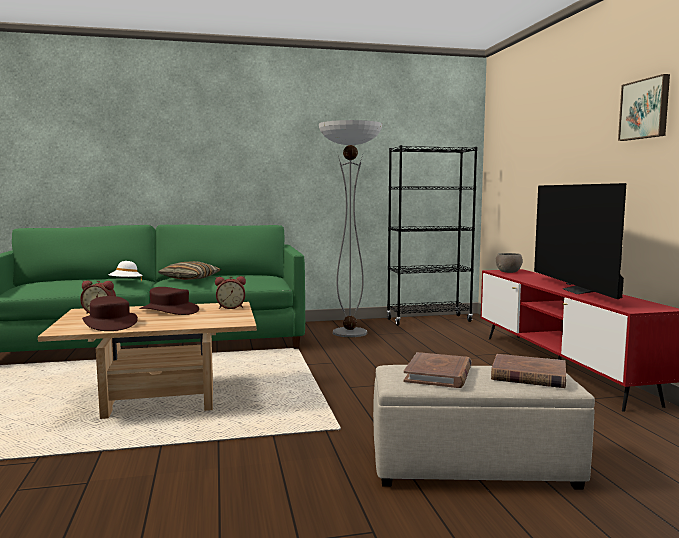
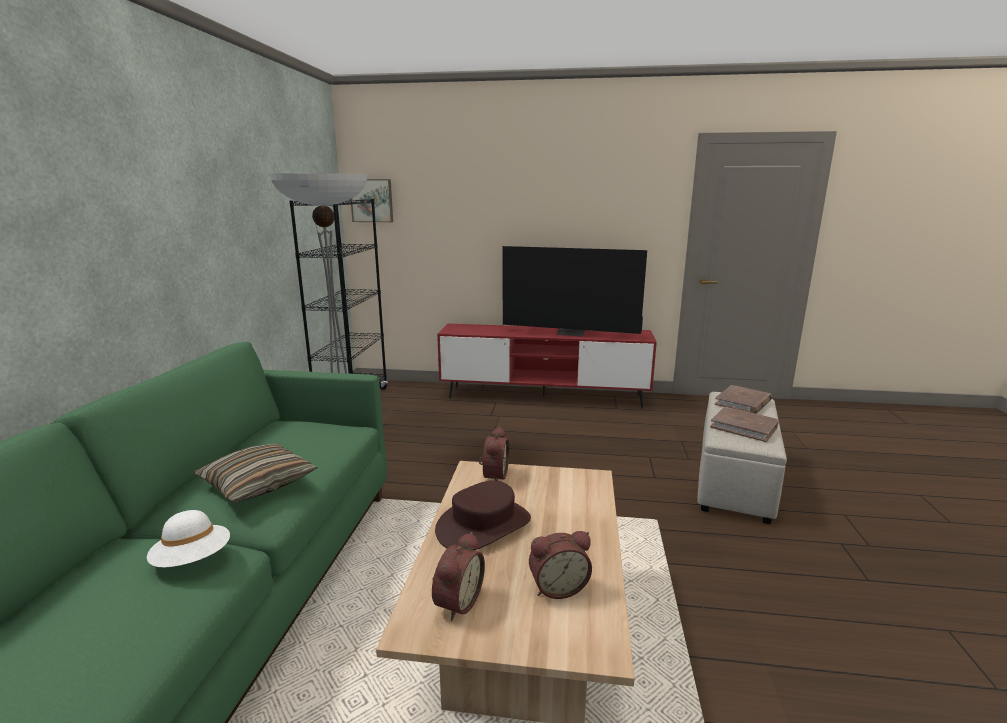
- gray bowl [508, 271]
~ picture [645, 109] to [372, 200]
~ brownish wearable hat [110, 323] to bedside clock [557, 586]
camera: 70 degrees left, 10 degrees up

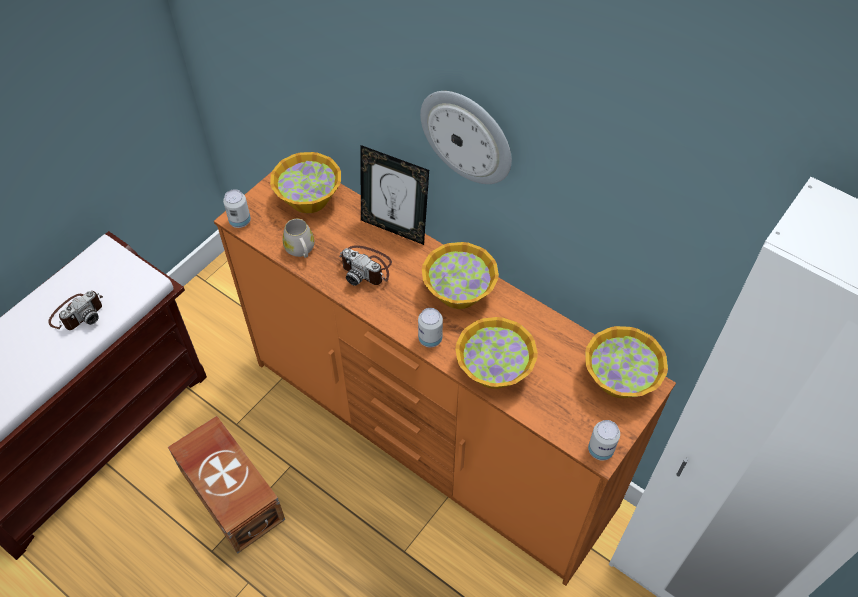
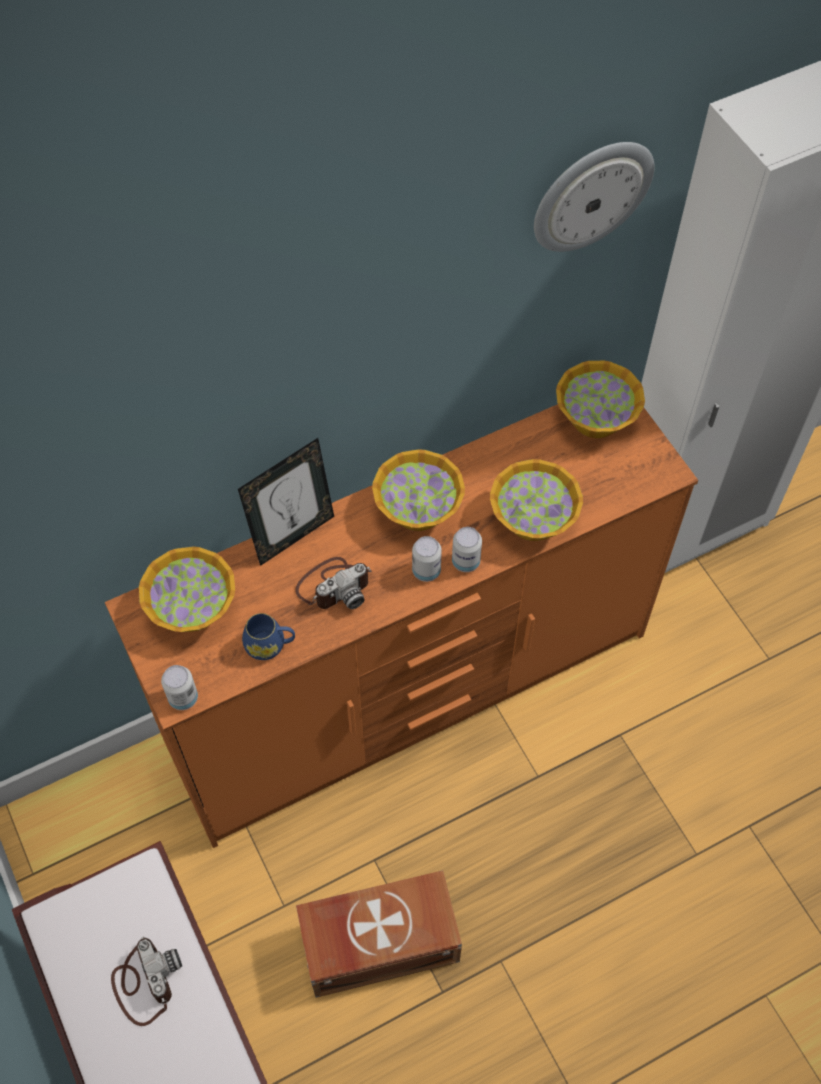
~ wall clock [467, 136] to [591, 194]
~ sealed can [600, 450] to [426, 571]
~ white mug [301, 250] to bluish mug [270, 645]
camera: 65 degrees left, 5 degrees up

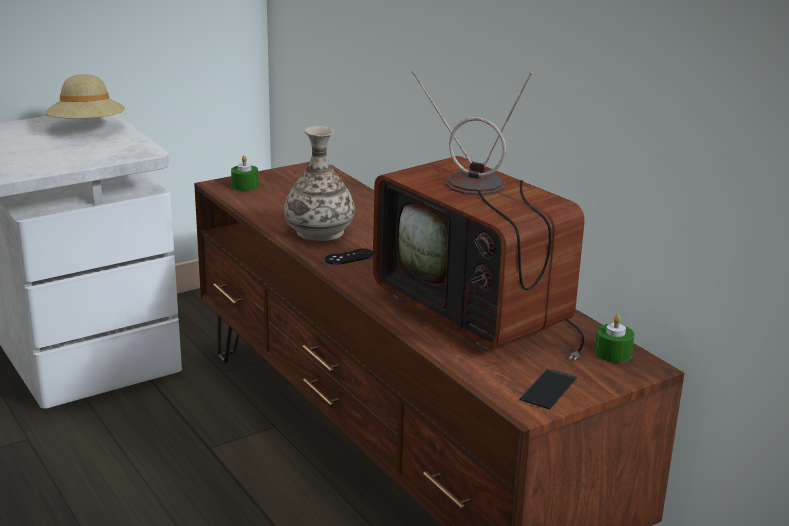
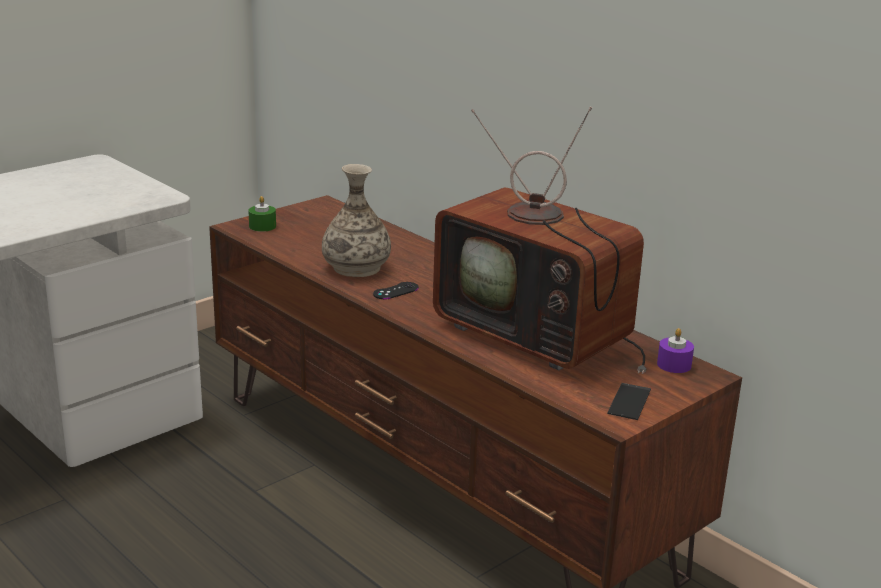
- beige wearable hat [87, 129]
~ greenish wax light [613, 353] to purple wax light [674, 365]
camera: 10 degrees left, 0 degrees up

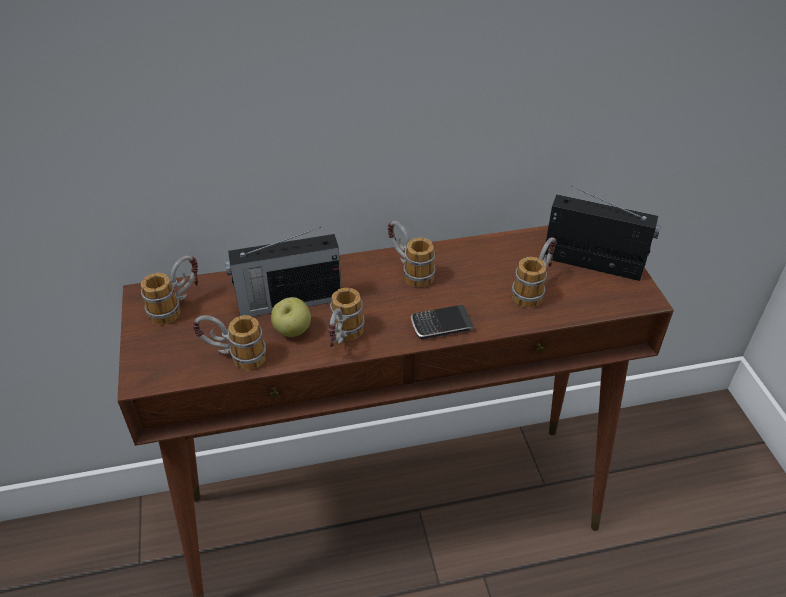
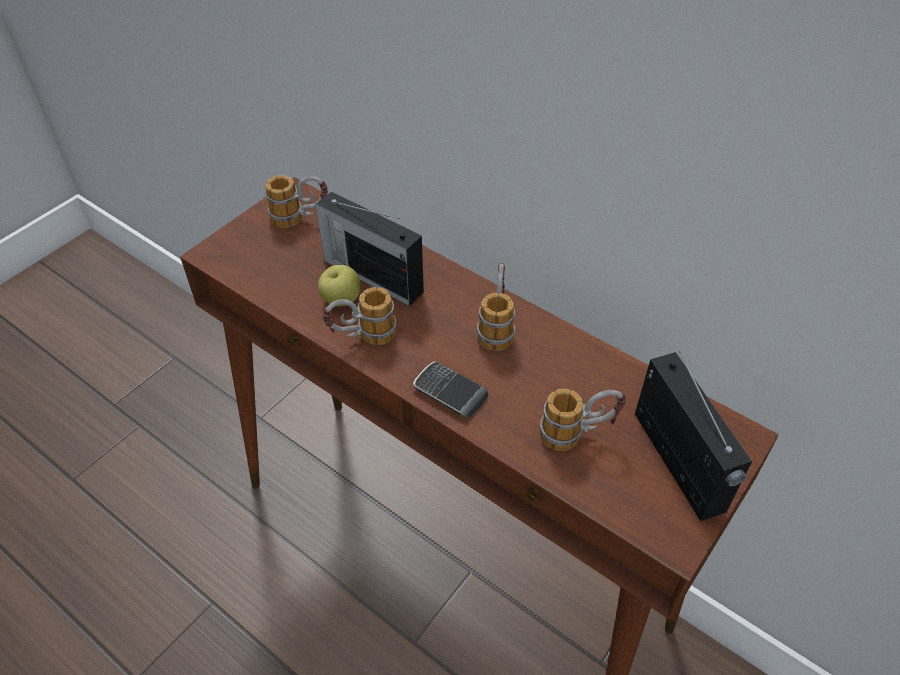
- mug [233, 357]
camera: 50 degrees right, 5 degrees up

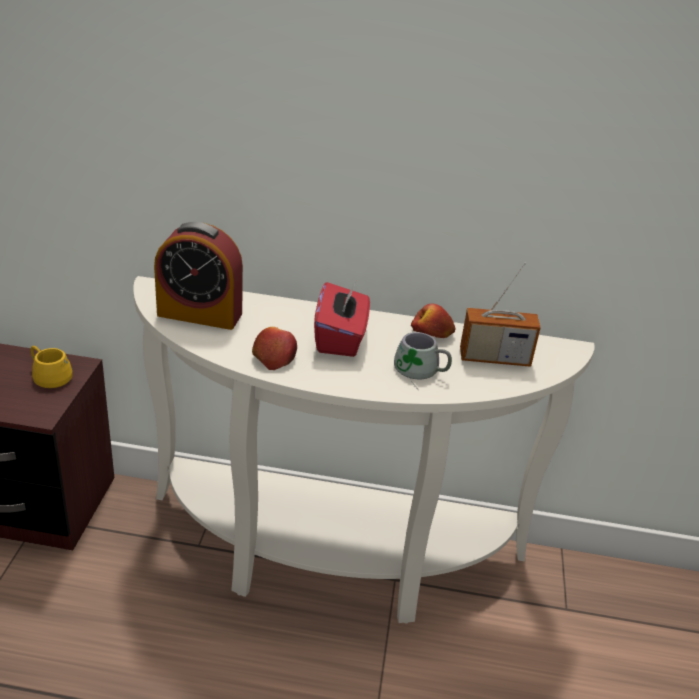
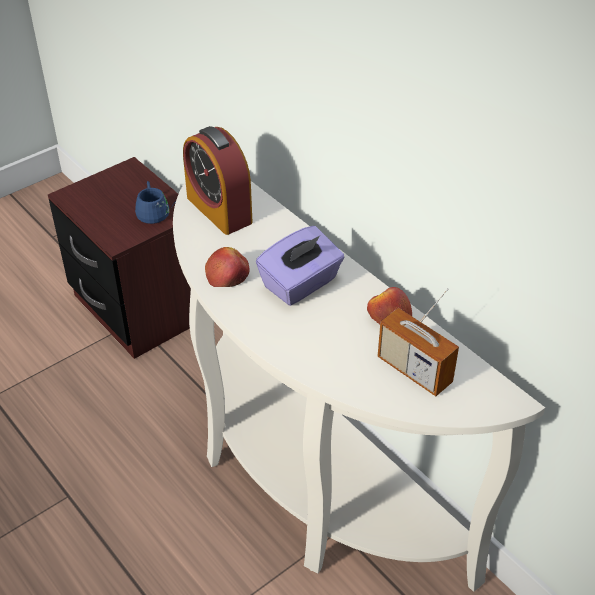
- gray mug [419, 372]
~ yellow mug [53, 374] to bluish mug [156, 210]
~ red-coloured tissue box [340, 339] to purple tissue box [301, 284]
camera: 45 degrees right, 10 degrees up

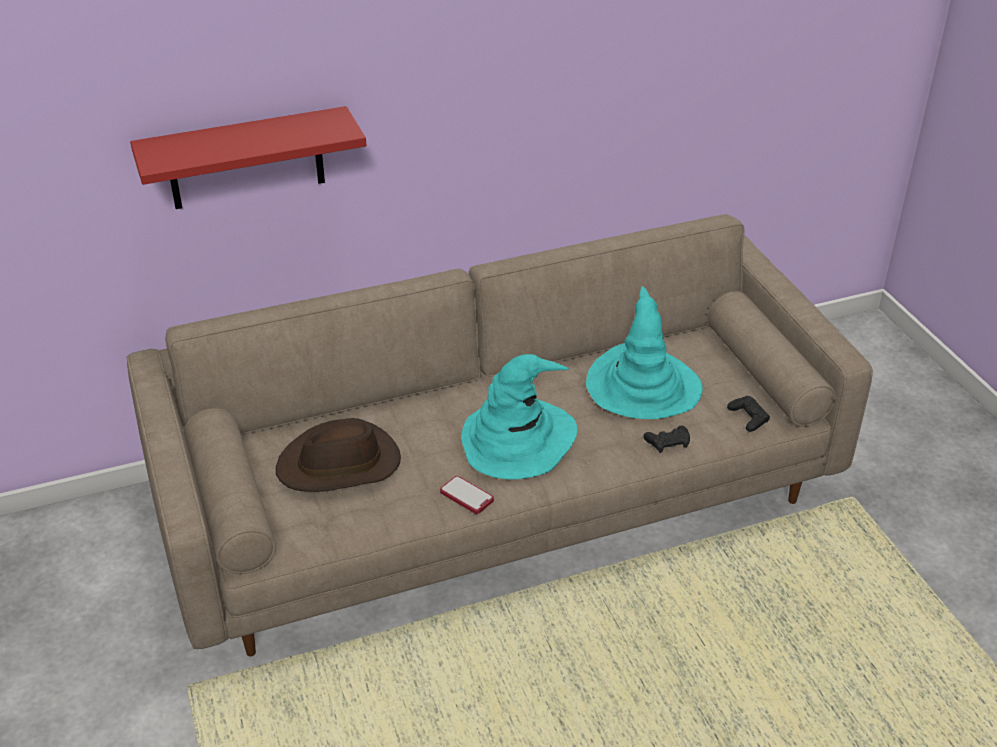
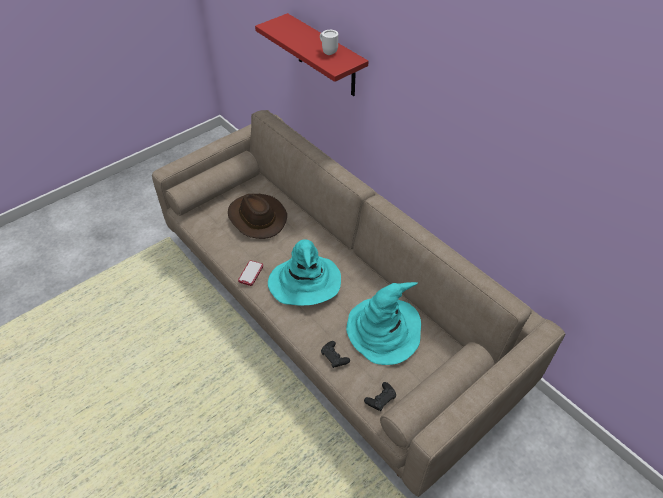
+ white mug [328, 52]
camera: 70 degrees right, 10 degrees up

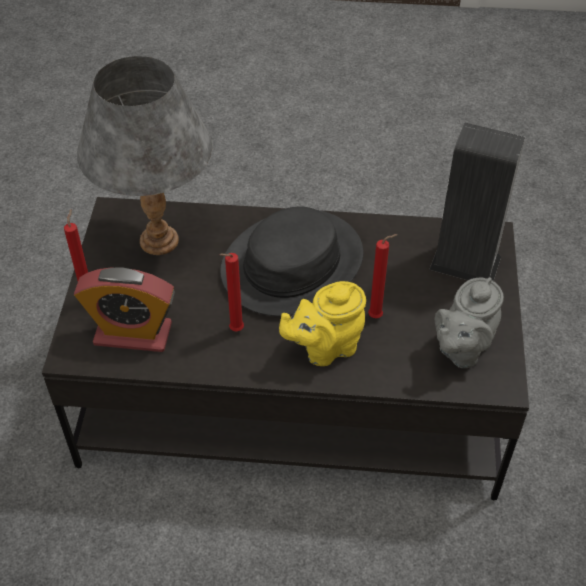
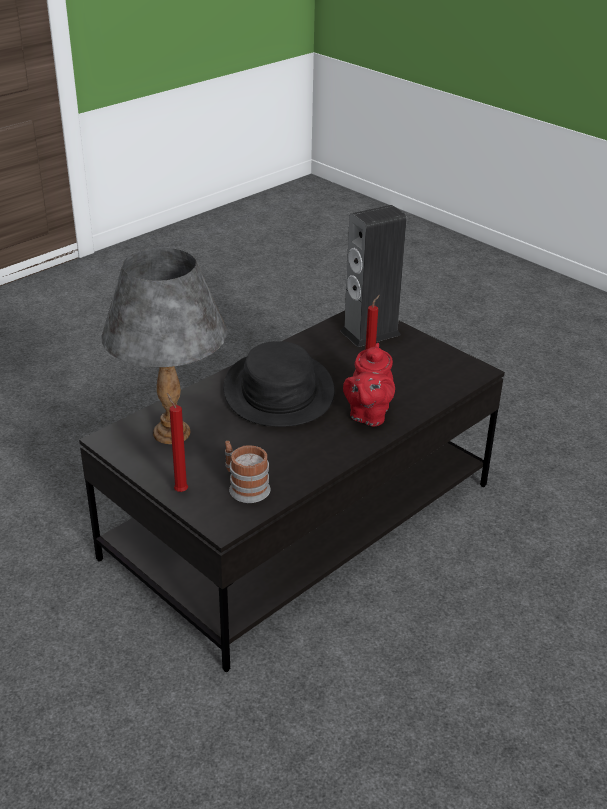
- red-coloured wax light [234, 330]
- gray teapot [461, 349]
~ bedside clock [133, 334] to mug [244, 487]
~ yellow teapot [325, 348] to red-coloured teapot [368, 415]
camera: 50 degrees left, 15 degrees down

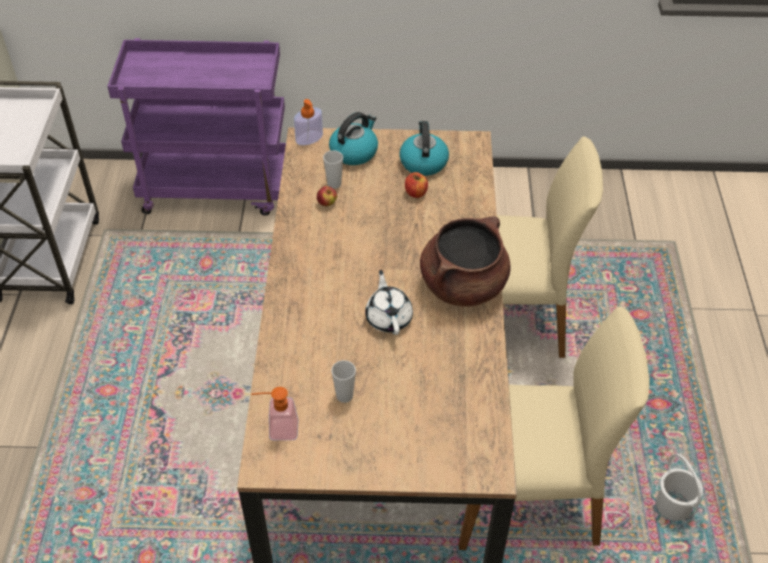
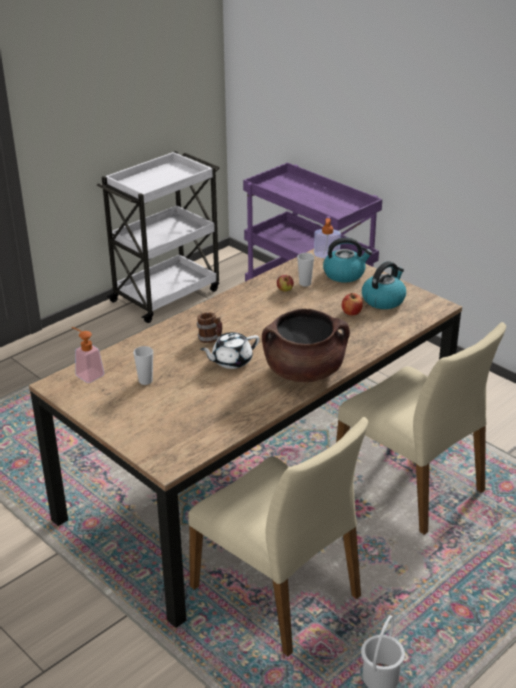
+ mug [211, 339]
~ white teapot [388, 317] = [231, 361] 150 degrees counterclockwise
camera: 45 degrees right, 15 degrees down

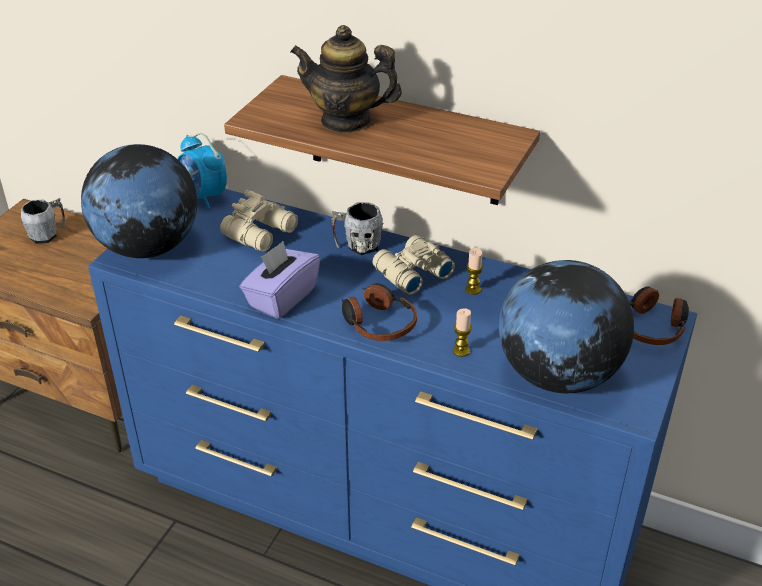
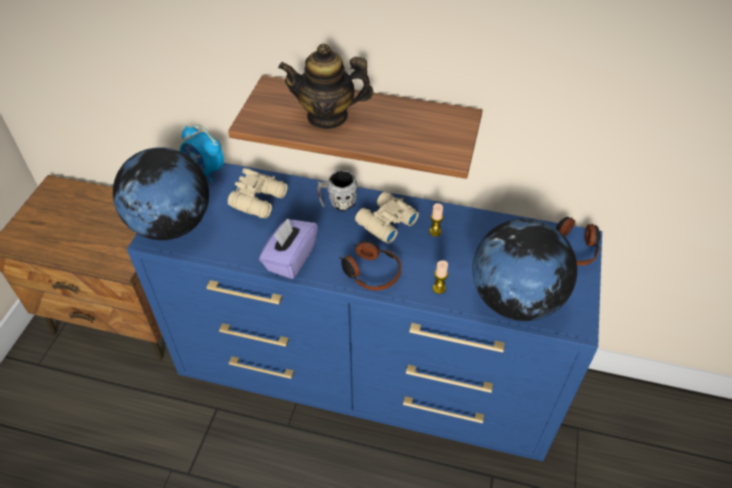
- gray mug [48, 234]
camera: 10 degrees left, 10 degrees up

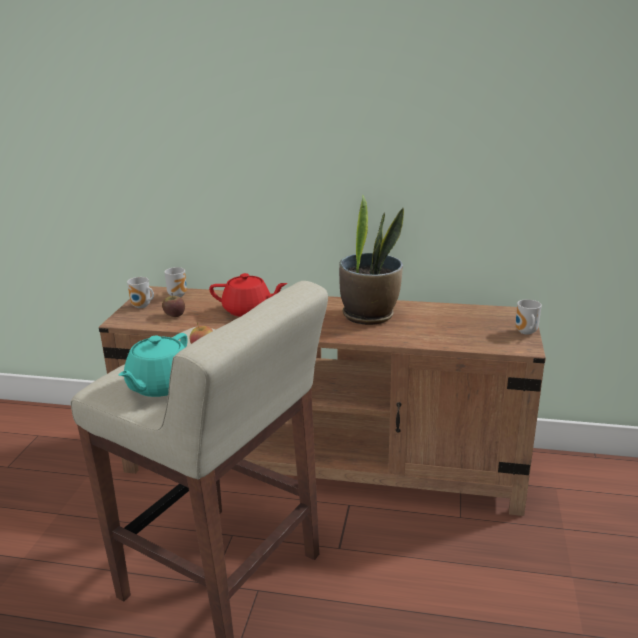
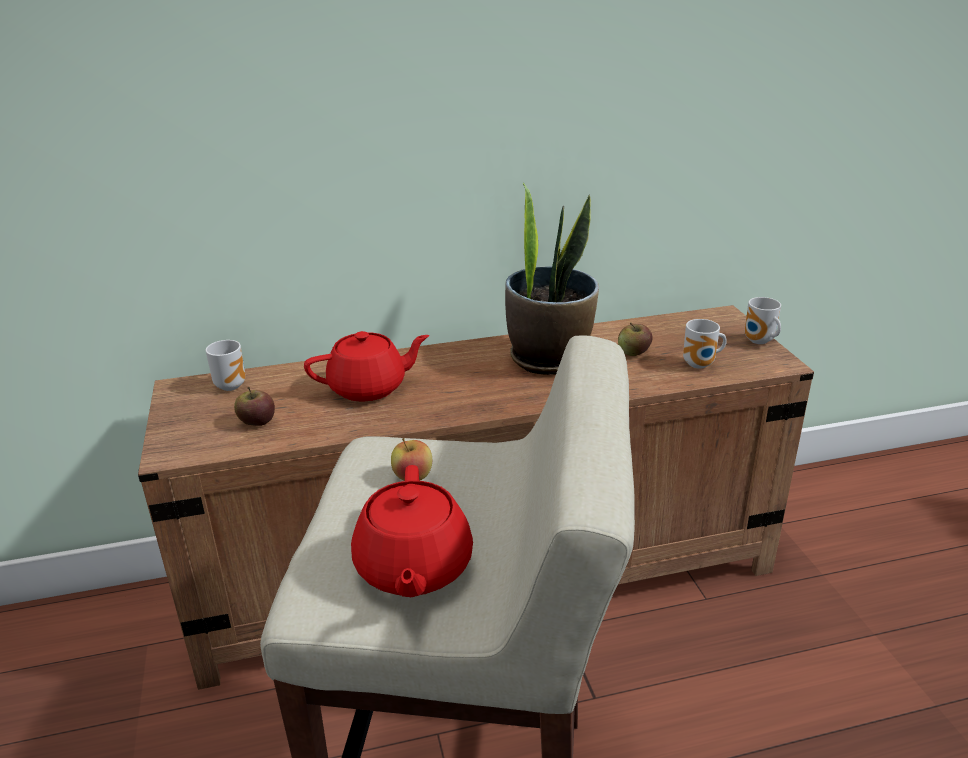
+ whole apple [634, 352]
~ mug [142, 306] to [701, 365]
~ turquoise teapot [159, 386] to red-coloured teapot [413, 568]
camera: 25 degrees left, 5 degrees up

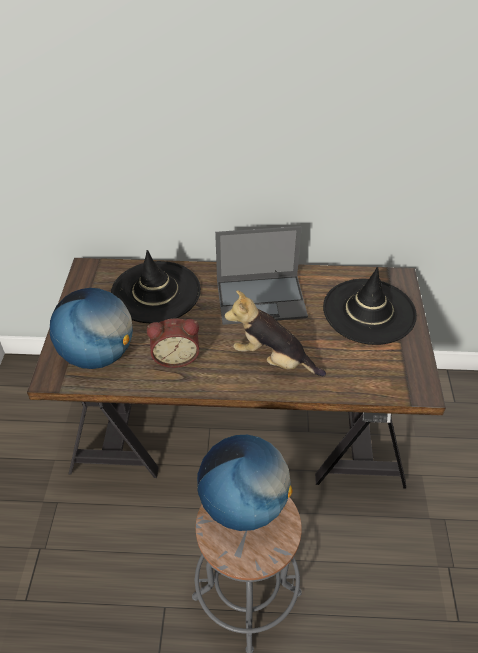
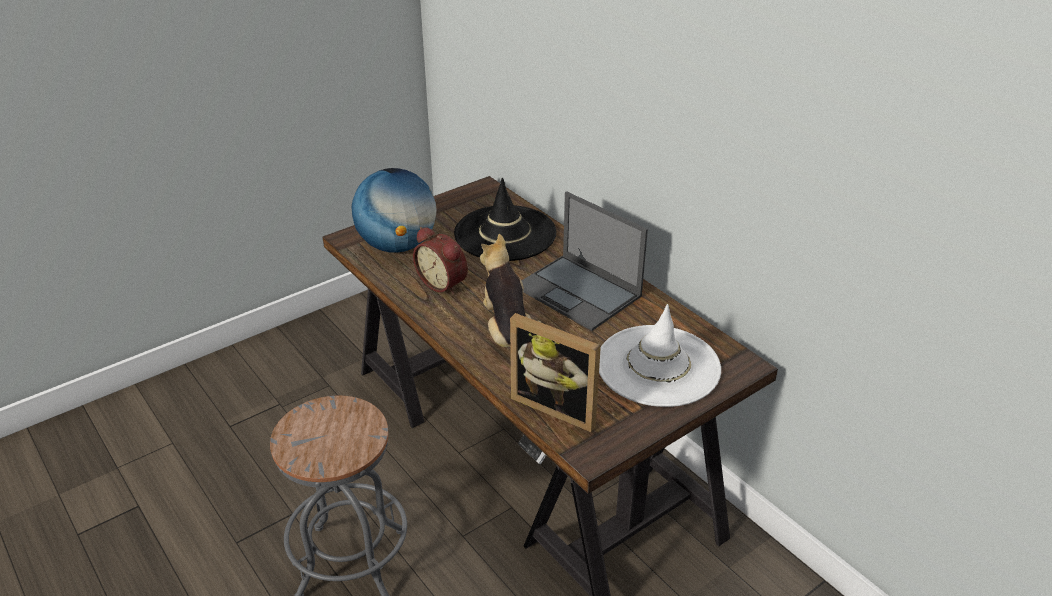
- world globe [243, 504]
+ standing frame [558, 405]
~ blackish wearable hat [369, 311] to white wearable hat [657, 366]
camera: 50 degrees right, 10 degrees down

